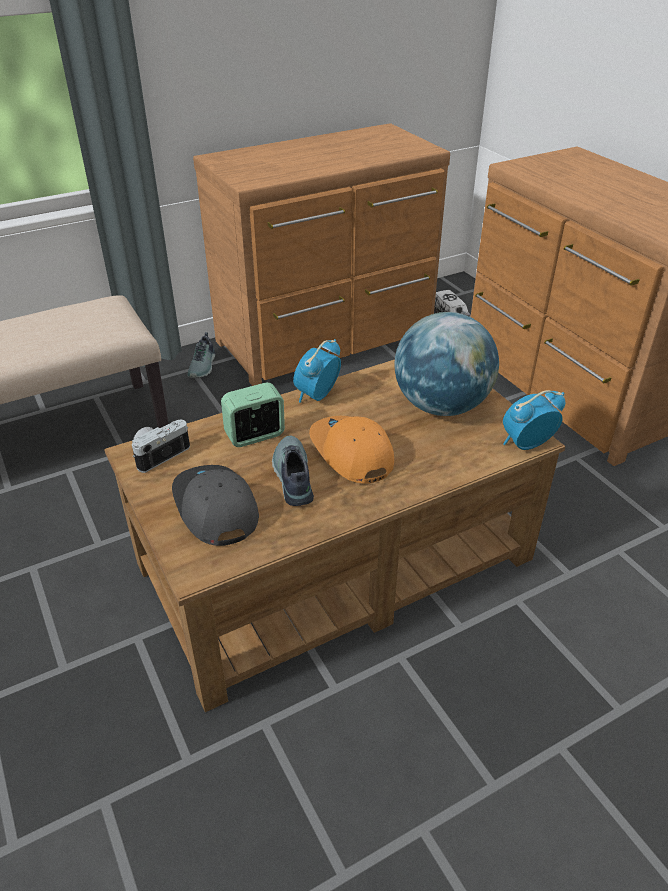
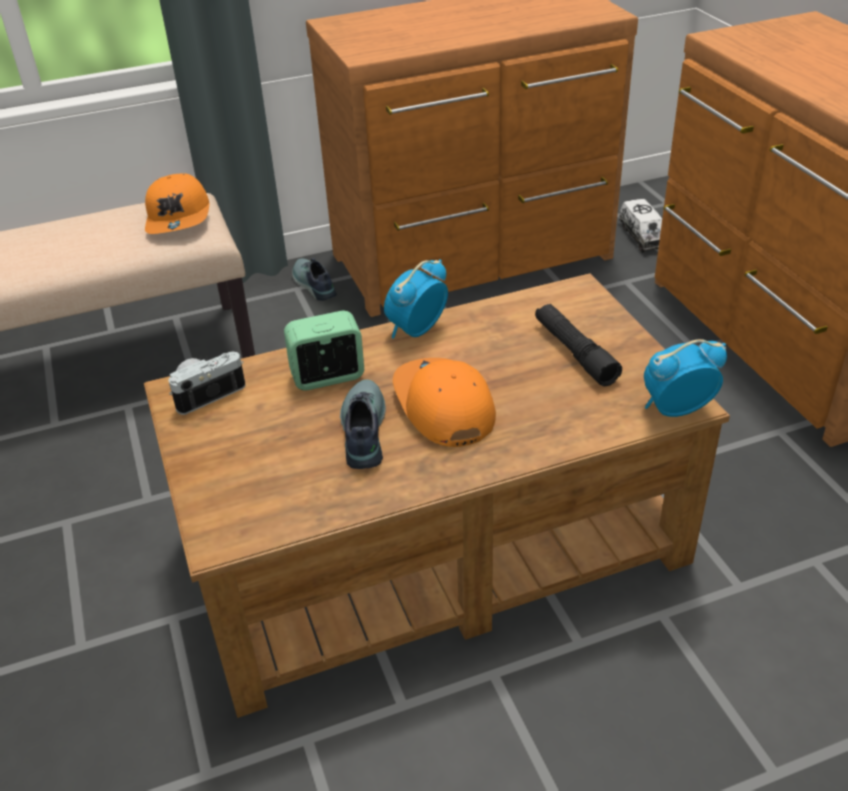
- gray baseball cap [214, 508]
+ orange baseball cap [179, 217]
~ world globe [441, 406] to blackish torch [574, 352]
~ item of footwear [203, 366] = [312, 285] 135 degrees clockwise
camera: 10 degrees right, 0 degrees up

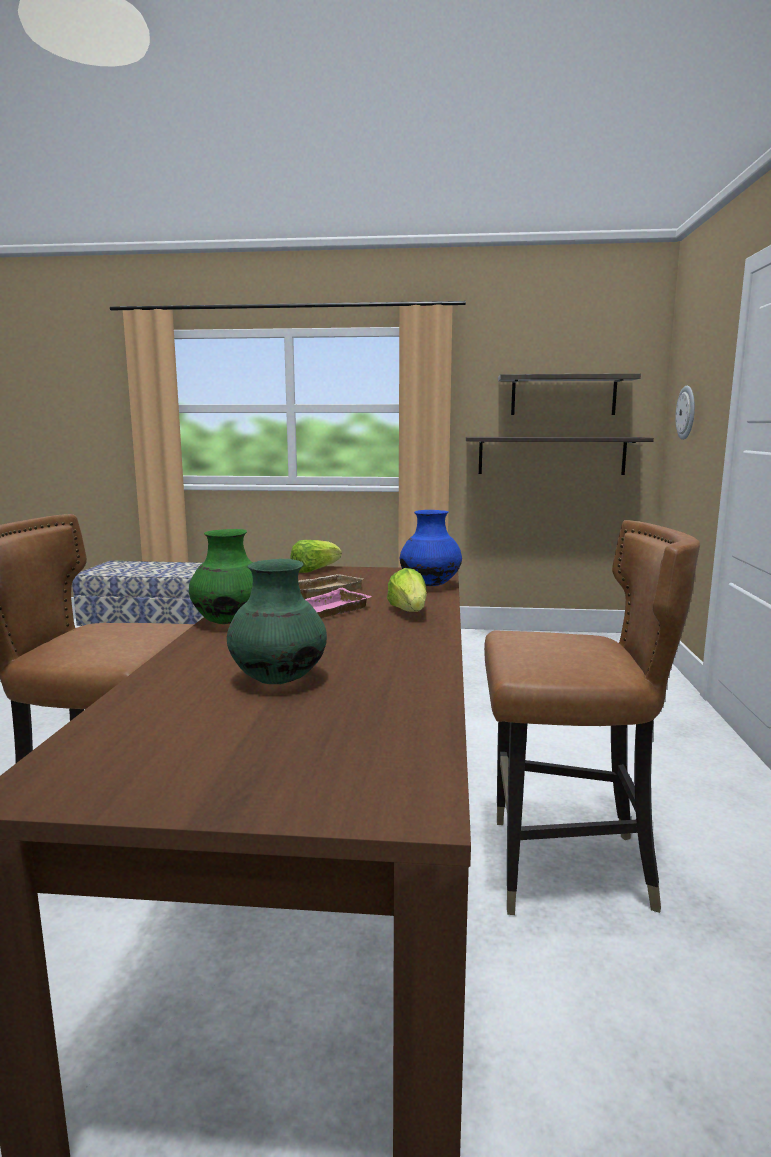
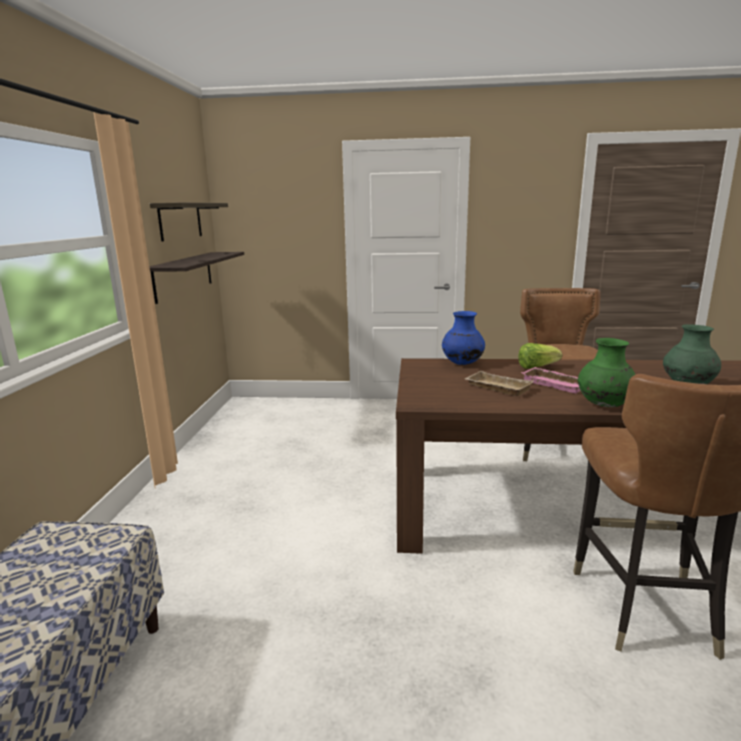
- head of lettuce [314, 570]
- wall clock [686, 412]
camera: 90 degrees left, 5 degrees up

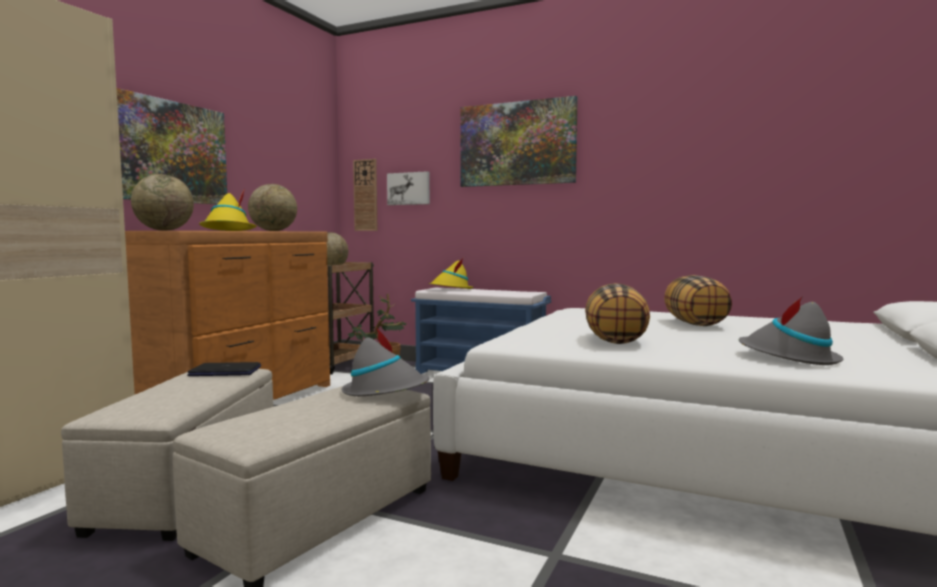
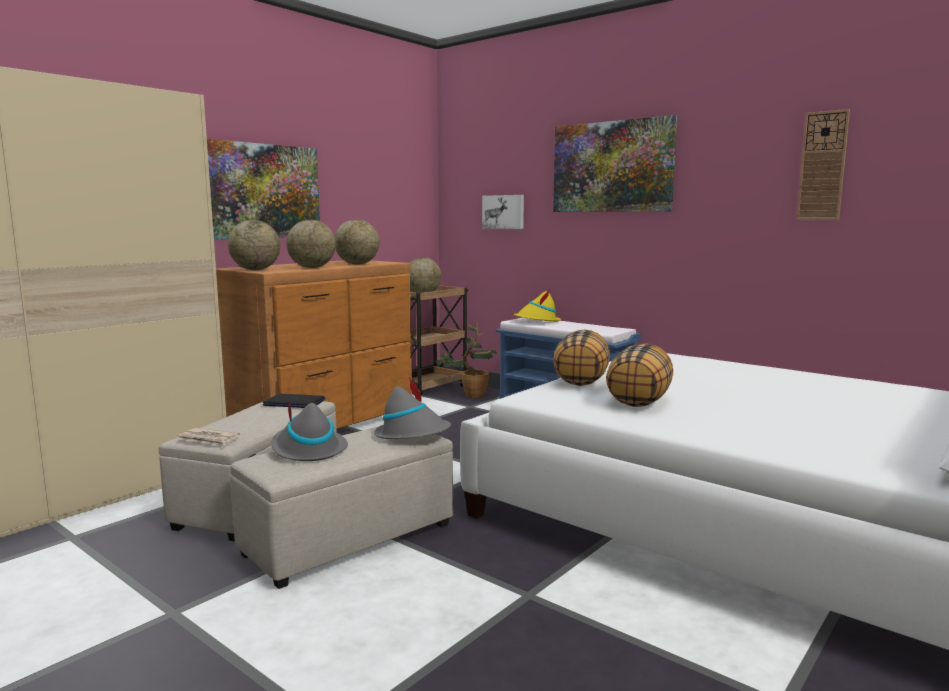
+ printed paper [209, 440]
~ wall clock [365, 195] to [822, 166]
~ throw pillow [696, 324] to [581, 381]
~ gray wearable hat [788, 358] to [308, 449]
~ yellow wearable hat [228, 230] to world globe [312, 267]
camera: 15 degrees right, 5 degrees up

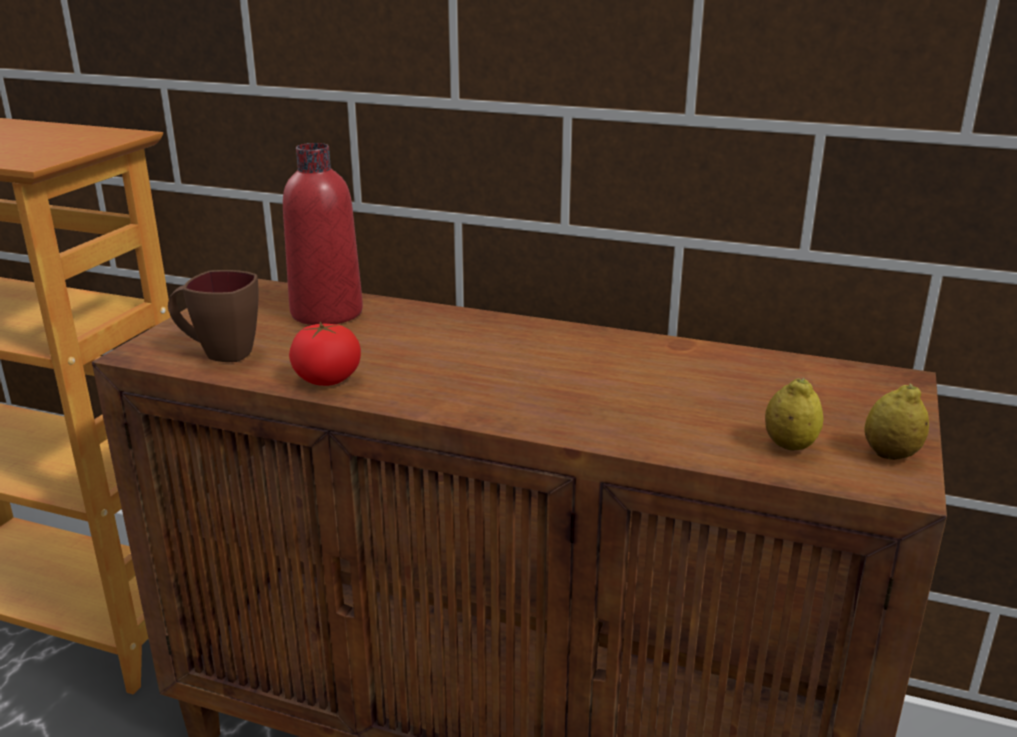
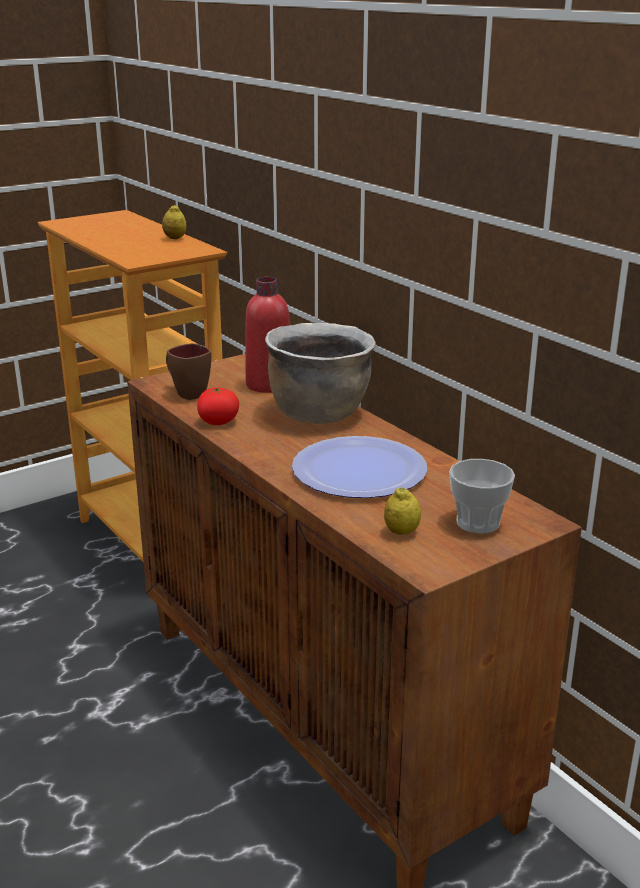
+ brownish cooking pot [319, 413]
+ plate [359, 471]
+ drinking cup [478, 522]
~ lemon [890, 455] to [175, 238]
camera: 35 degrees right, 0 degrees up

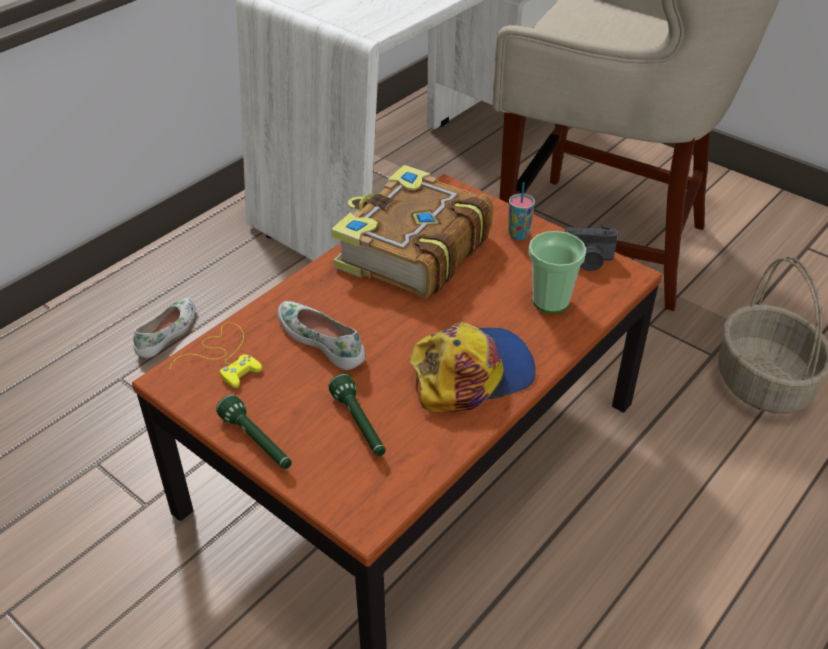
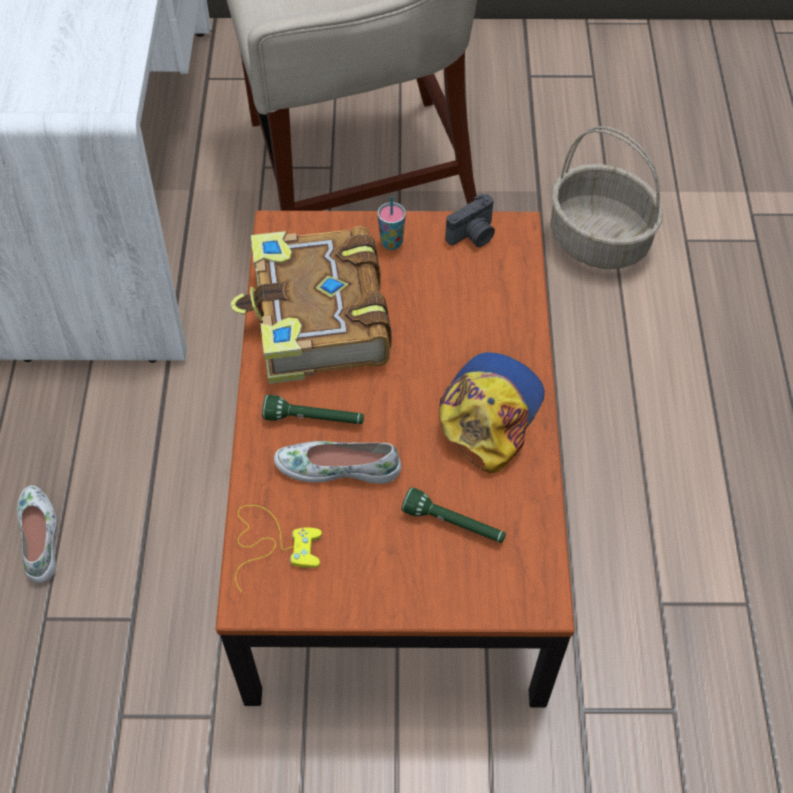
- drinking cup [550, 301]
~ greenish torch [257, 443] to [314, 419]
camera: 40 degrees left, 15 degrees up

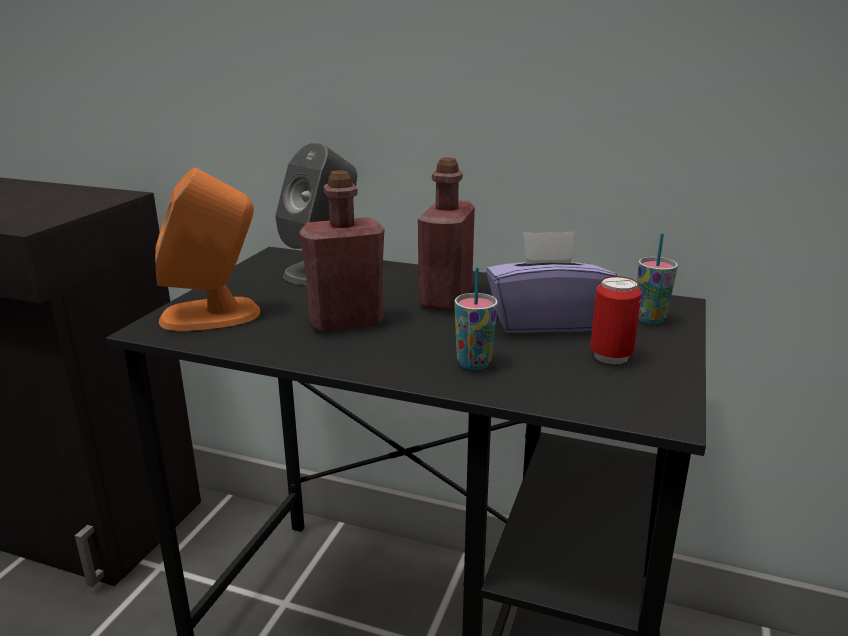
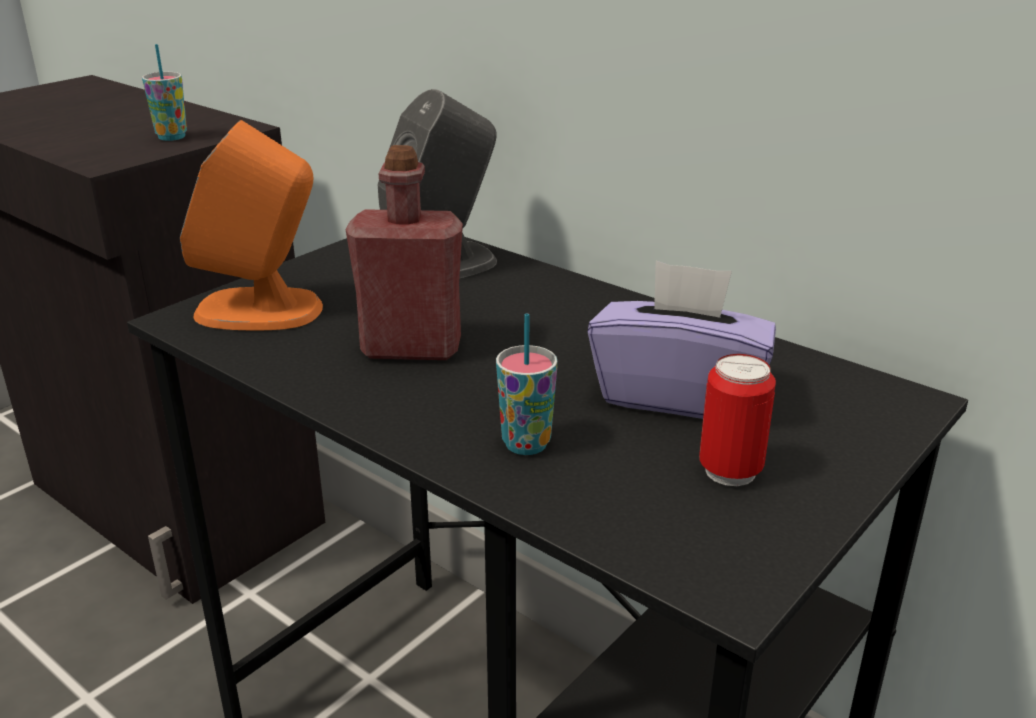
- red-coloured drink bottle [445, 299]
~ drinking cup [650, 319] to [172, 137]
camera: 20 degrees right, 5 degrees up

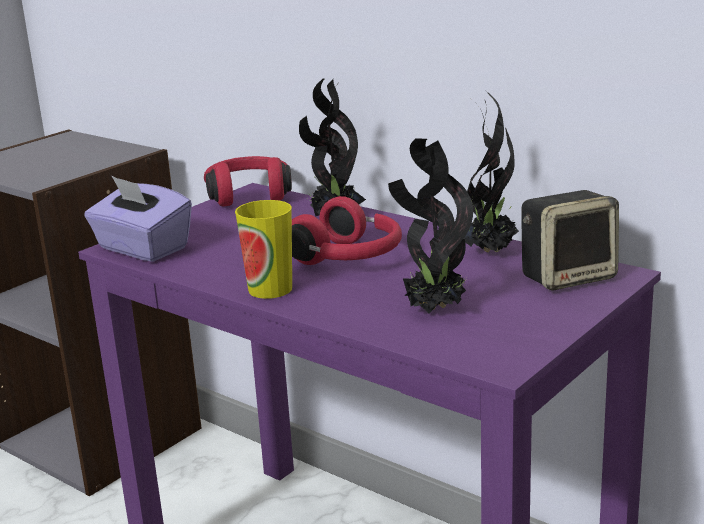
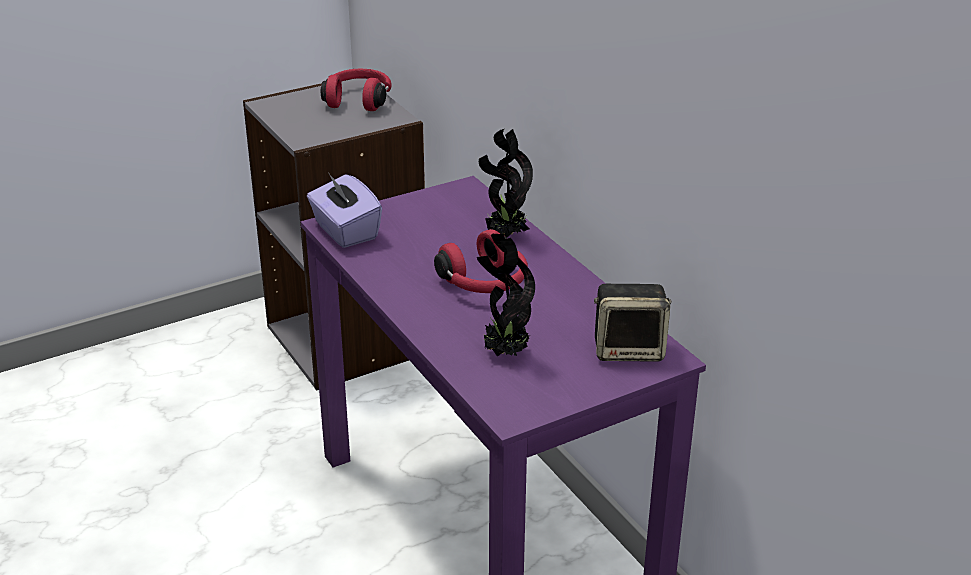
- drinking cup [270, 289]
- potted plant [490, 251]
~ red-coloured headset [249, 195] to [358, 100]
camera: 20 degrees right, 10 degrees up

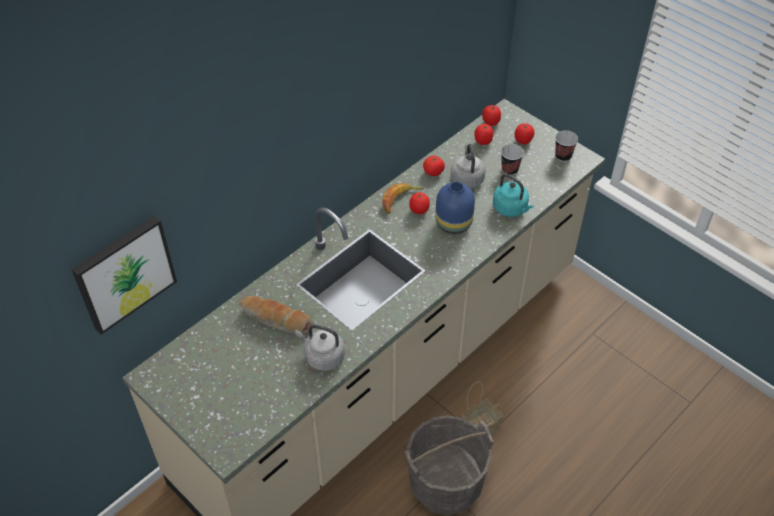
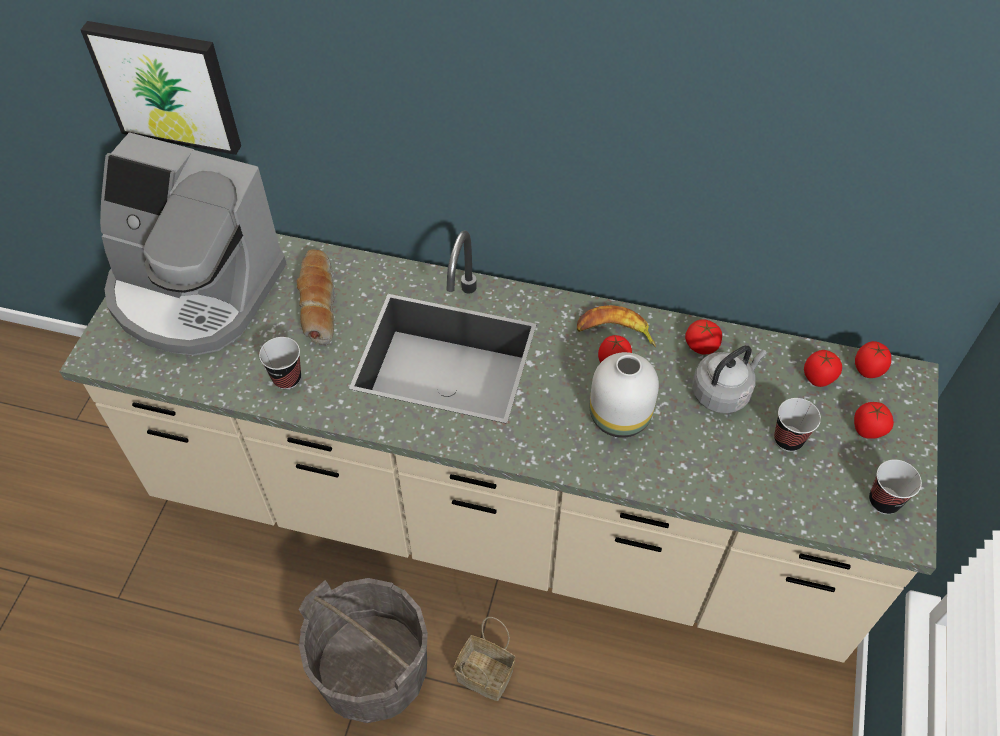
- turquoise kettle [511, 208]
+ coffee machine [195, 291]
~ gray kettle [322, 357] to drinking cup [287, 378]
~ bluish decorative vase [453, 224] to white decorative vase [617, 416]
camera: 60 degrees right, 5 degrees up

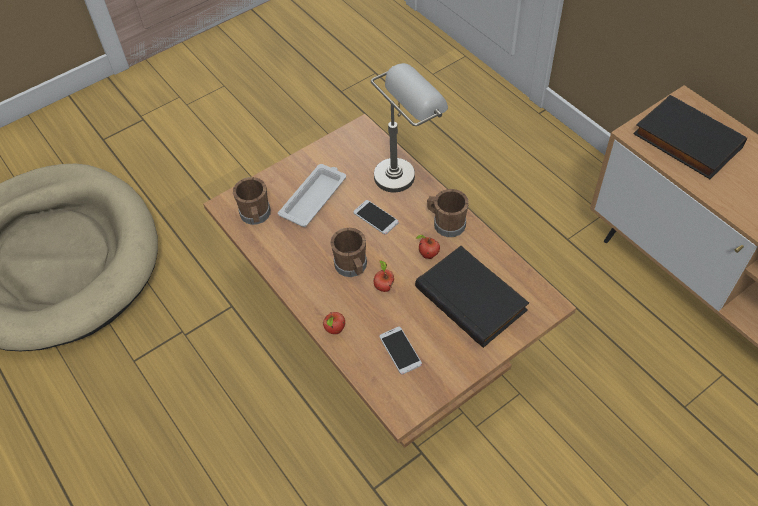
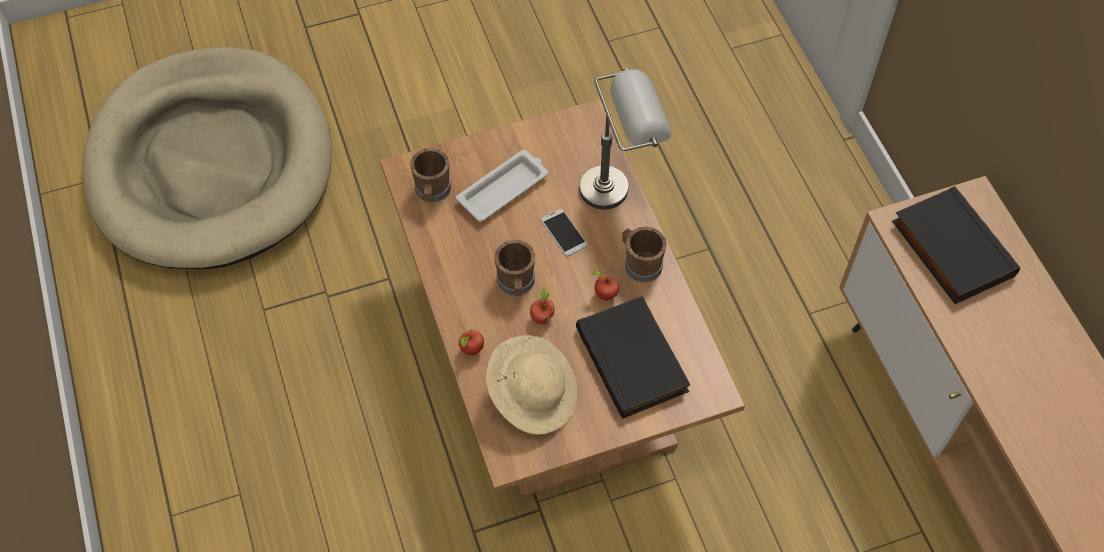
~ telephone [400, 350] to beige wearable hat [532, 394]
camera: 15 degrees right, 5 degrees up

